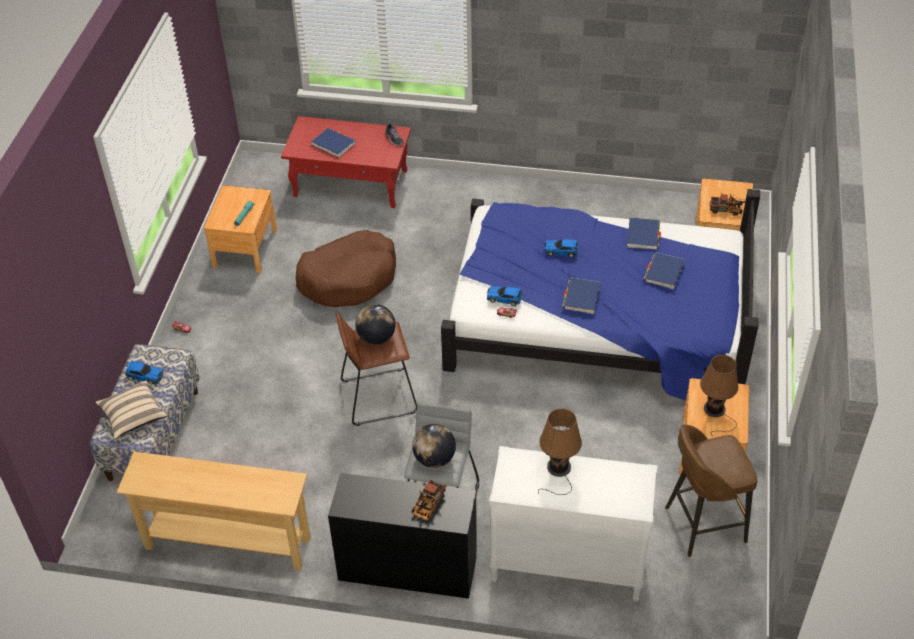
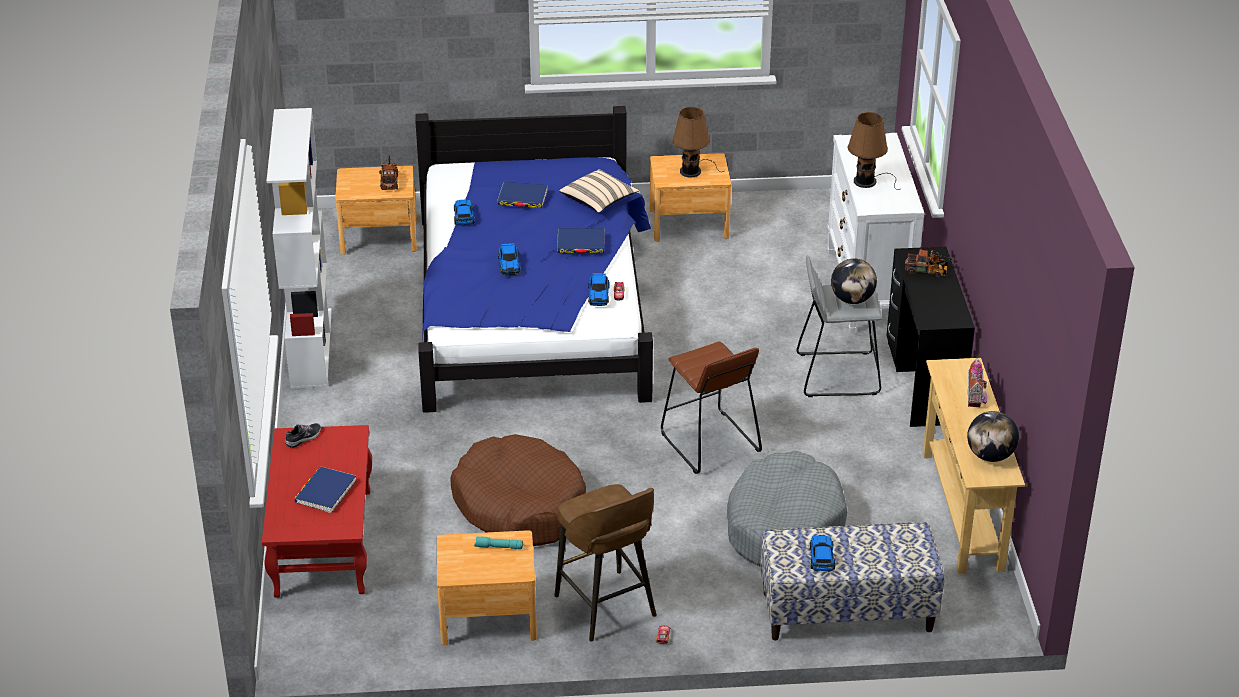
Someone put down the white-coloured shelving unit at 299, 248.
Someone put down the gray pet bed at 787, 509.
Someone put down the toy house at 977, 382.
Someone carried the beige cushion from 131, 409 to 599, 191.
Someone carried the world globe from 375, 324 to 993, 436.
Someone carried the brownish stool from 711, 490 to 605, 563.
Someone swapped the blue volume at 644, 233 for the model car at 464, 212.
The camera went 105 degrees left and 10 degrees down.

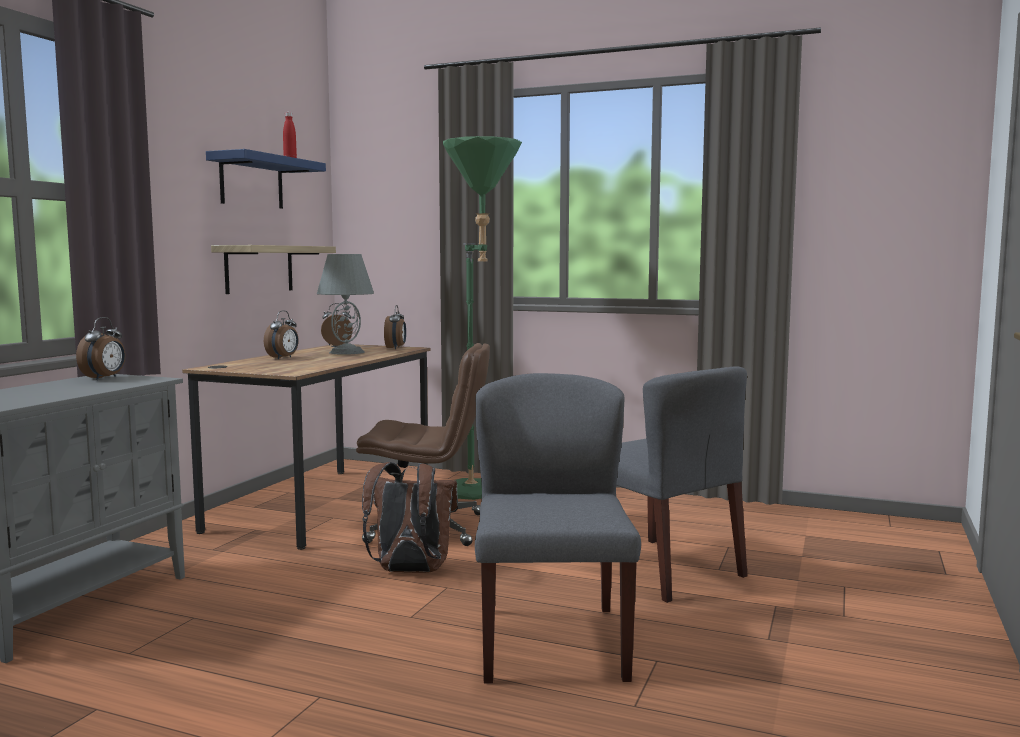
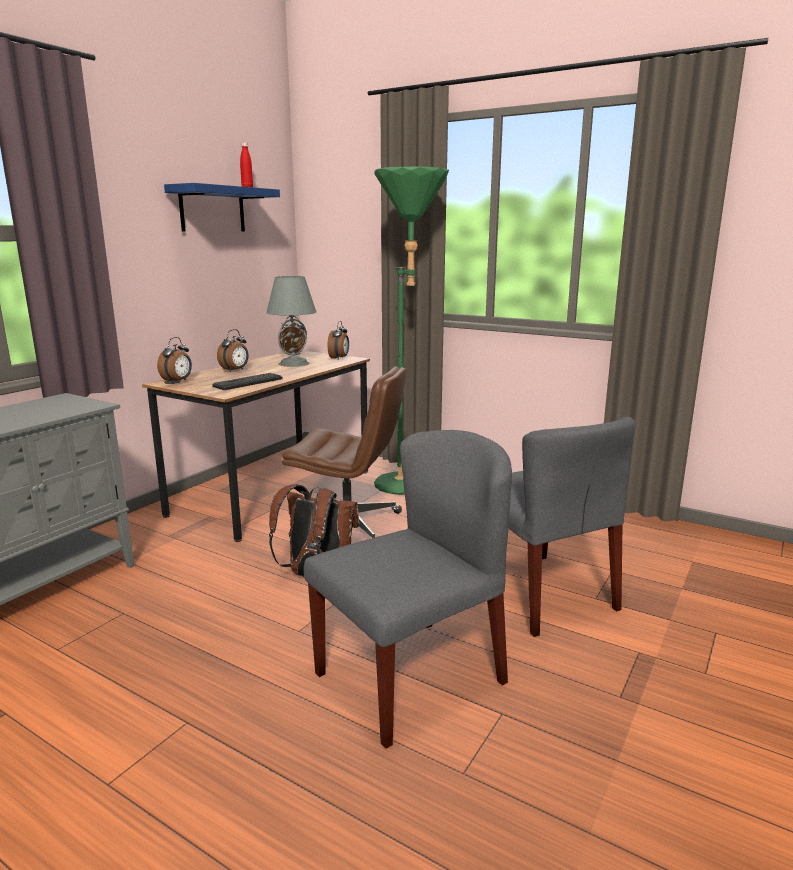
Someone took away the wall shelf at 273, 269.
Someone put down the computer keyboard at 247, 381.
Someone carried the bedside clock from 100, 348 to 174, 360.
Someone rotated the gray plain chair at 558, 528 by 45 degrees clockwise.
The camera went 10 degrees right and 10 degrees up.

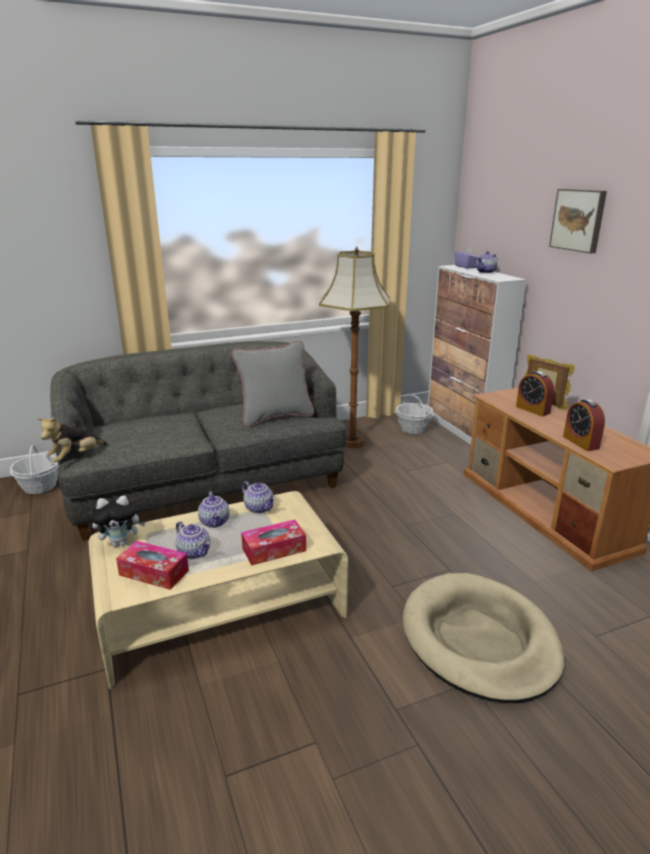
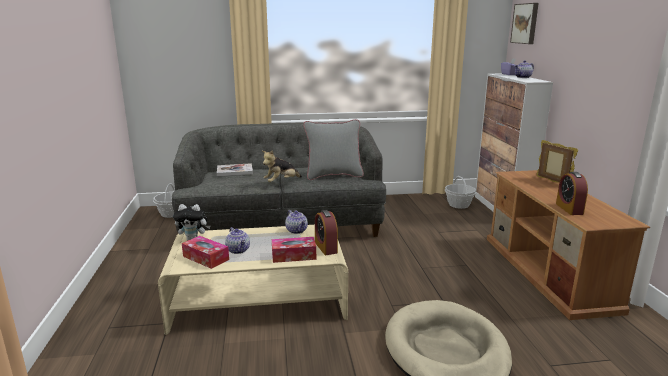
Someone took away the teapot at 214, 509.
Someone took away the standard lamp at 354, 347.
Someone put down the volume at 235, 170.
Someone carried the plush toy from 72, 439 to 282, 166.
Someone carried the bedside clock from 535, 393 to 326, 232.
Someone carried the wall picture from 578, 221 to 524, 23.
The camera went 15 degrees right and 5 degrees down.

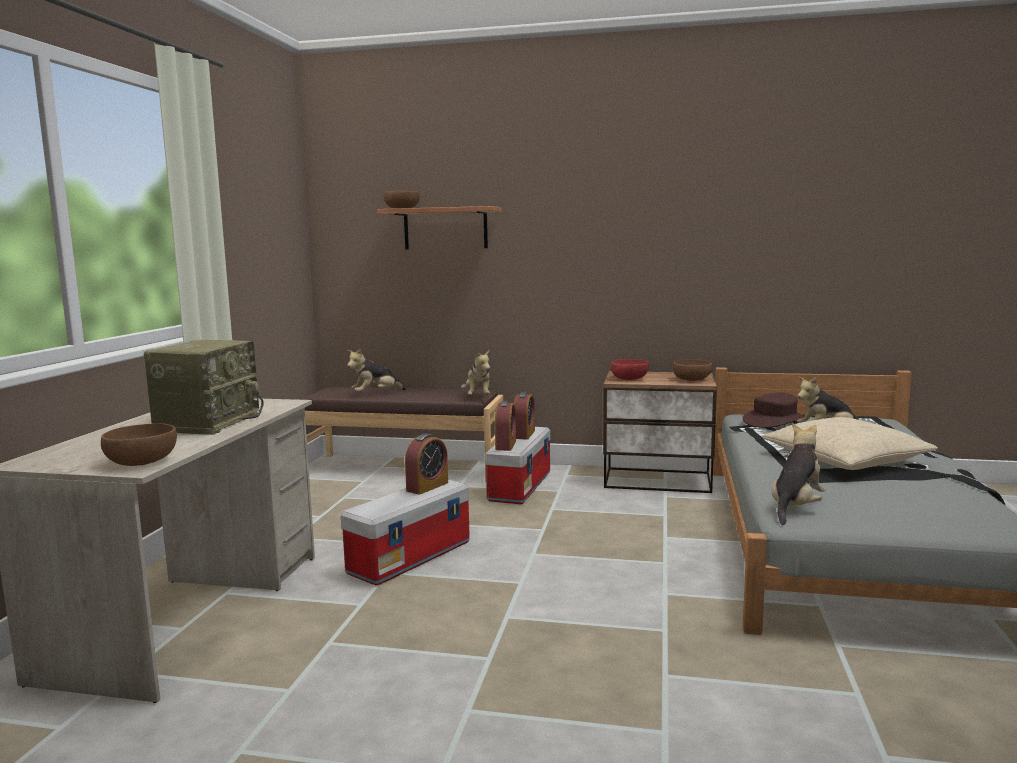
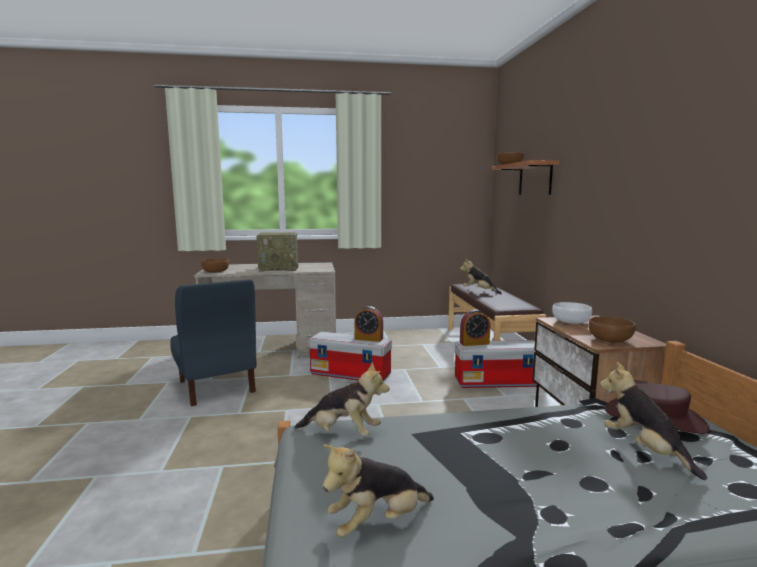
Someone took away the bedside clock at 524, 415.
Someone took away the beige cushion at 850, 443.
Someone put down the blue plain chair at 213, 342.
Someone carried the plush toy from 475, 372 to 378, 491.
Someone repainted the red deep dish at 630, 369, which became the white-coloured deep dish at 572, 313.
The camera went 70 degrees right and 0 degrees up.

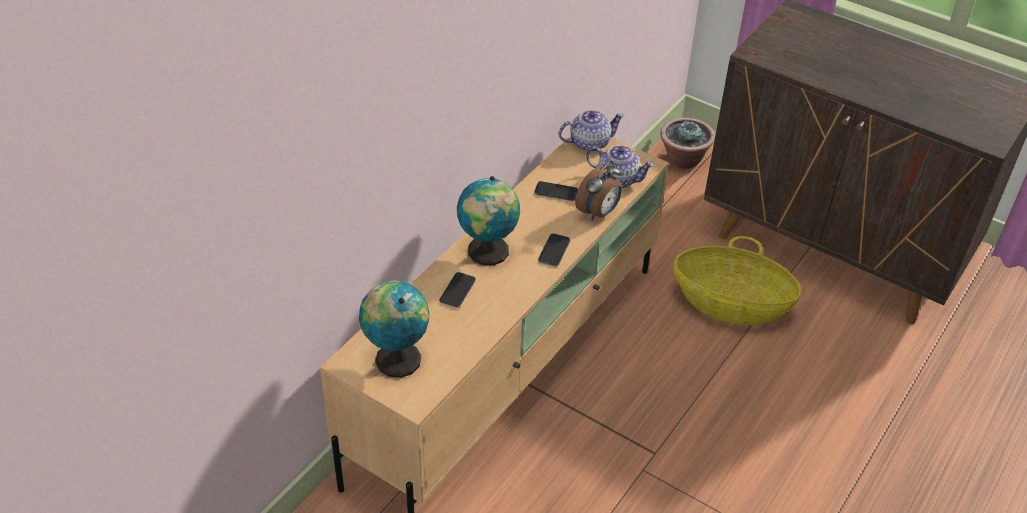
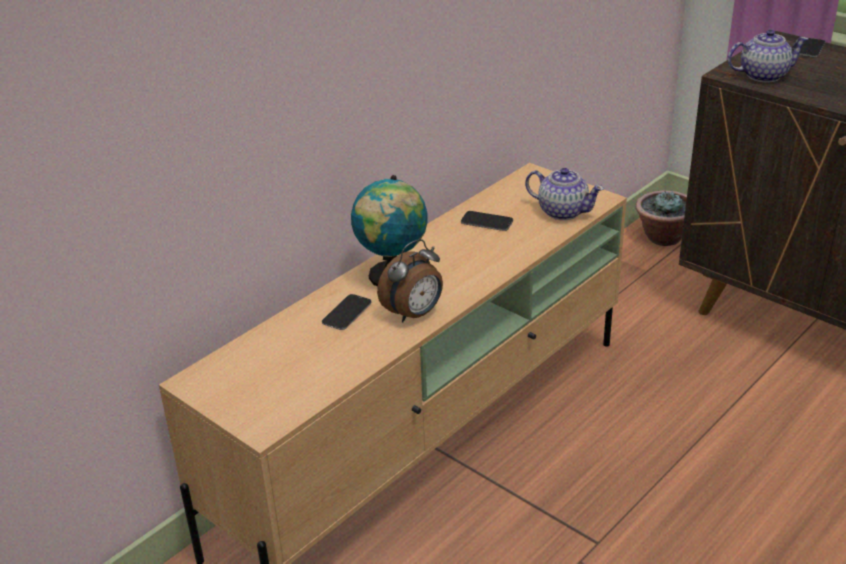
Someone took away the world globe at 394, 329.
Someone took away the basket at 737, 280.
Someone carried the phone from 554, 250 to 812, 48.
Someone carried the teapot from 592, 131 to 767, 56.
Someone carried the bedside clock from 598, 190 to 410, 280.
The camera went 10 degrees right and 10 degrees down.

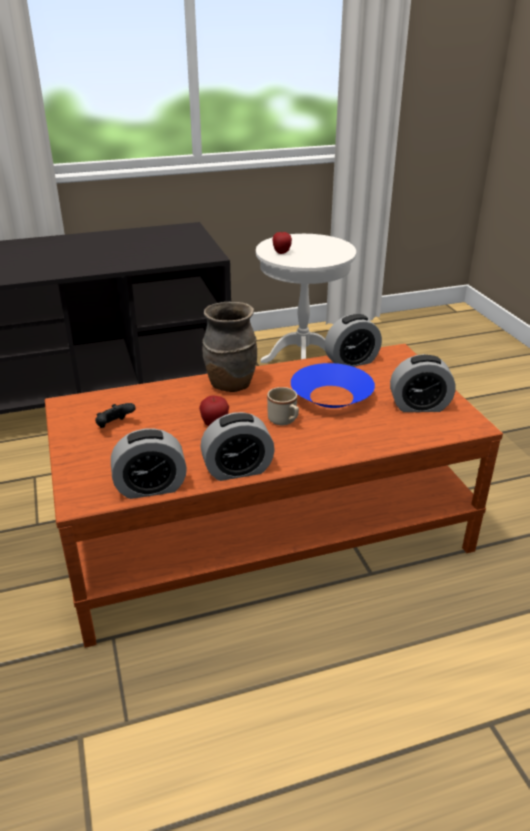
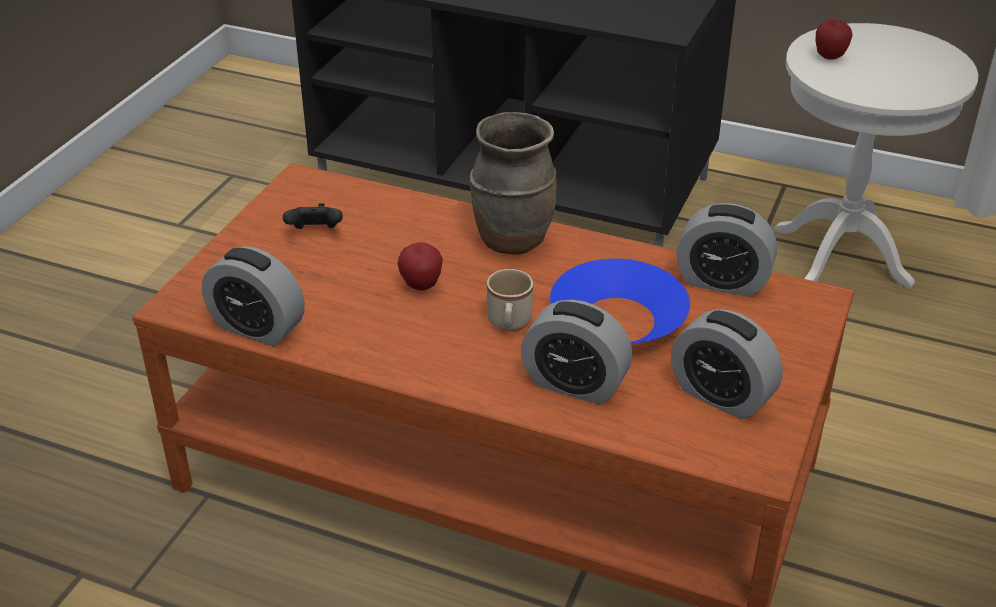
Someone carried the bedside clock from 237, 446 to 576, 352.
The camera went 40 degrees right and 5 degrees up.

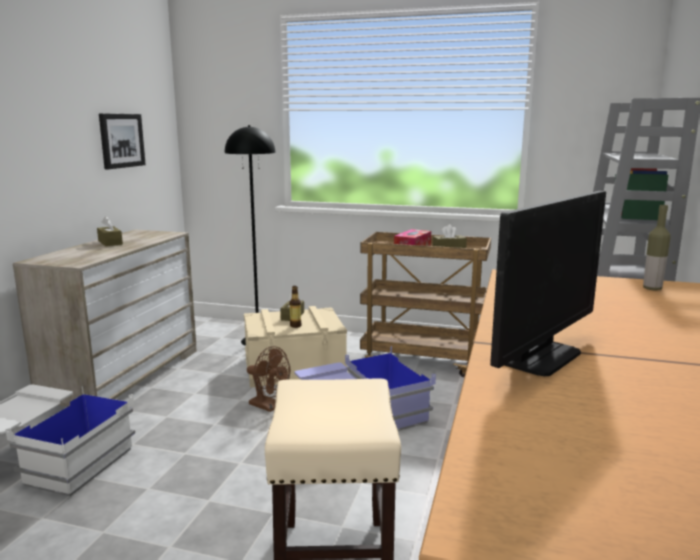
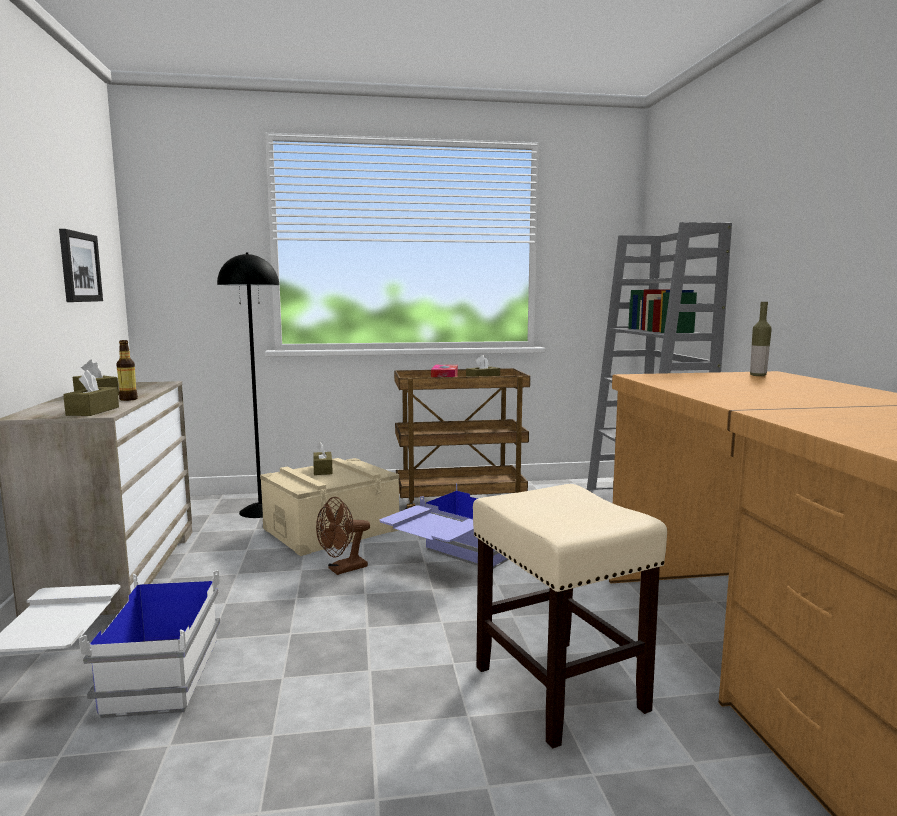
Someone took away the computer display at 548, 283.
Someone put down the brownish tissue holder at 91, 393.
Someone carried the drink bottle from 295, 307 to 127, 370.
Someone rotated the brownish cooling fan at 268, 379 by 135 degrees clockwise.
The camera went 25 degrees left and 5 degrees down.

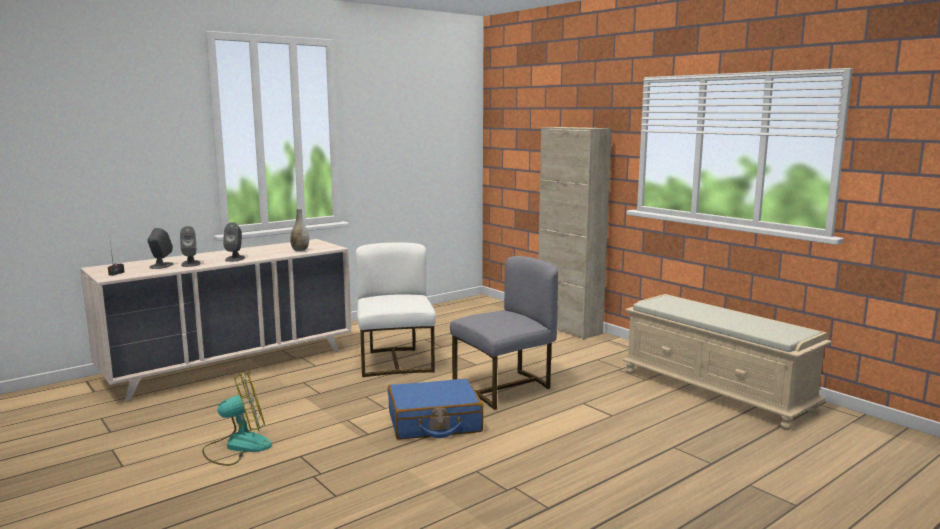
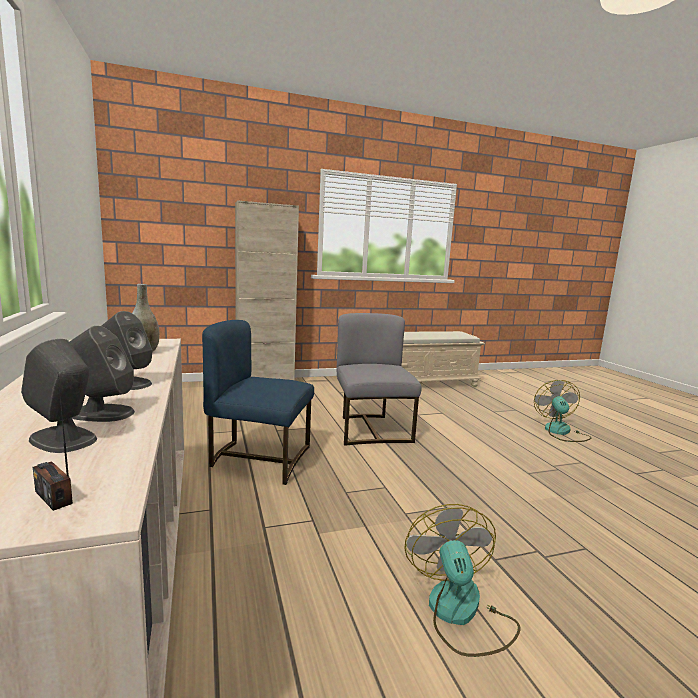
Someone took away the blue suitcase at 435, 409.
Someone put down the cooling fan at 563, 411.
Someone repainted the white-coloured plain chair at 396, 309, which became the blue plain chair at 258, 402.
The camera went 70 degrees left and 0 degrees up.

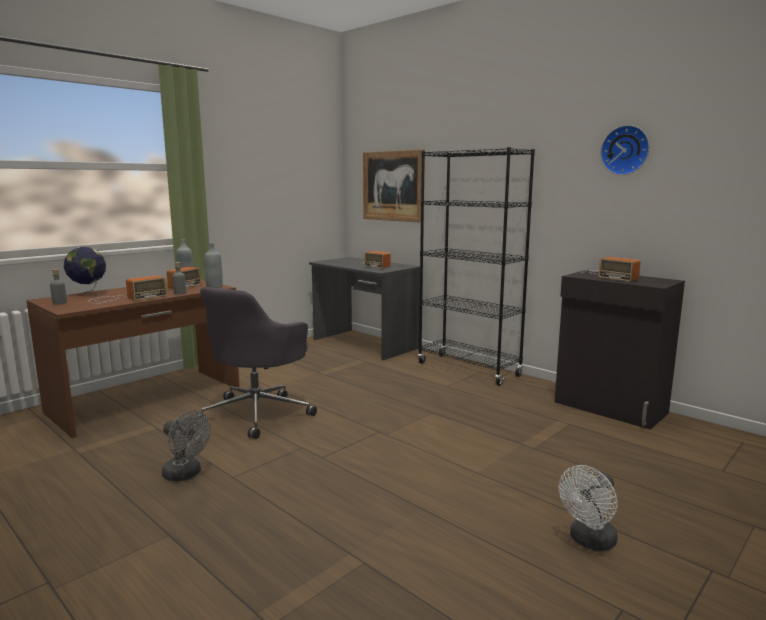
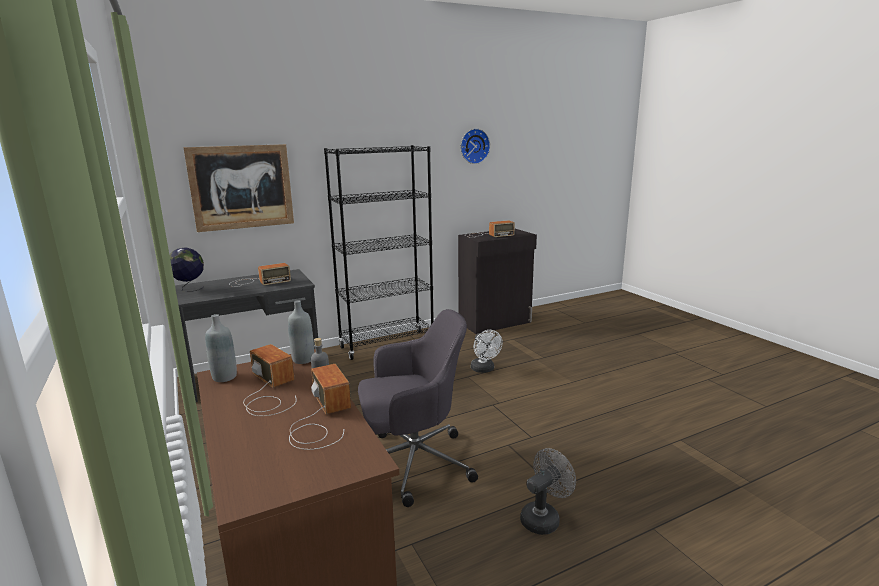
Someone took away the gray drink bottle at 58, 287.
Someone carried the world globe from 85, 271 to 187, 270.
Someone carried the white-coloured cooling fan from 588, 508 to 487, 351.
Someone rotated the gray computer chair at 256, 363 by 60 degrees counterclockwise.
The camera went 70 degrees left and 5 degrees up.

